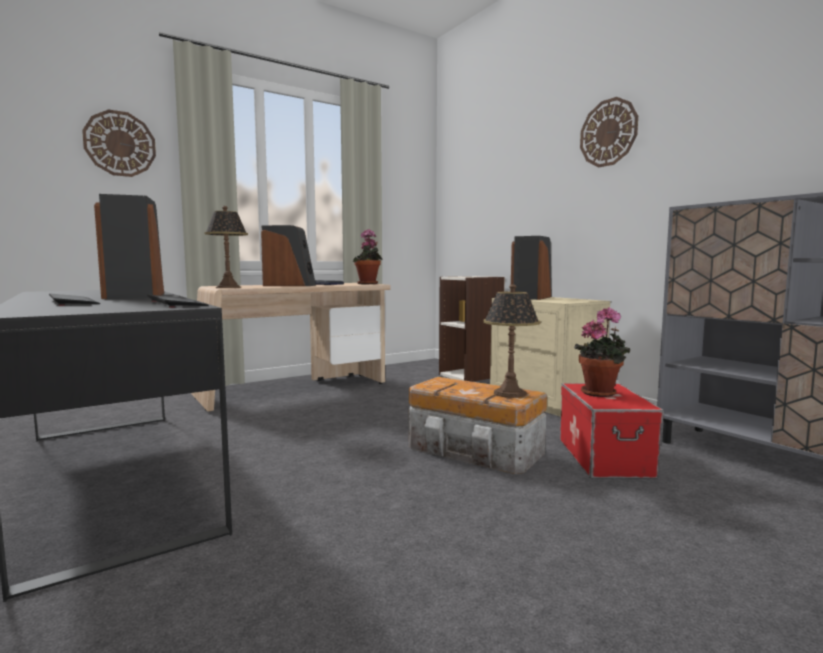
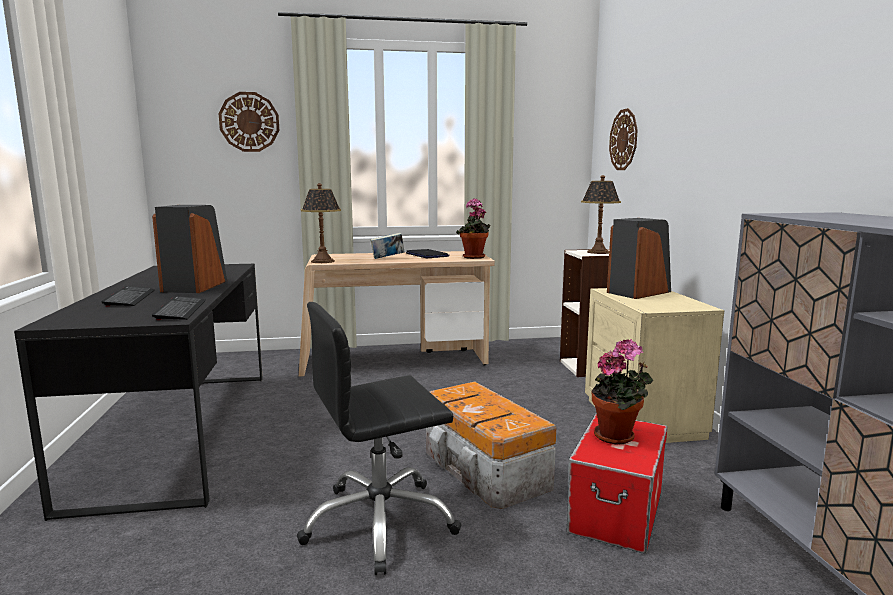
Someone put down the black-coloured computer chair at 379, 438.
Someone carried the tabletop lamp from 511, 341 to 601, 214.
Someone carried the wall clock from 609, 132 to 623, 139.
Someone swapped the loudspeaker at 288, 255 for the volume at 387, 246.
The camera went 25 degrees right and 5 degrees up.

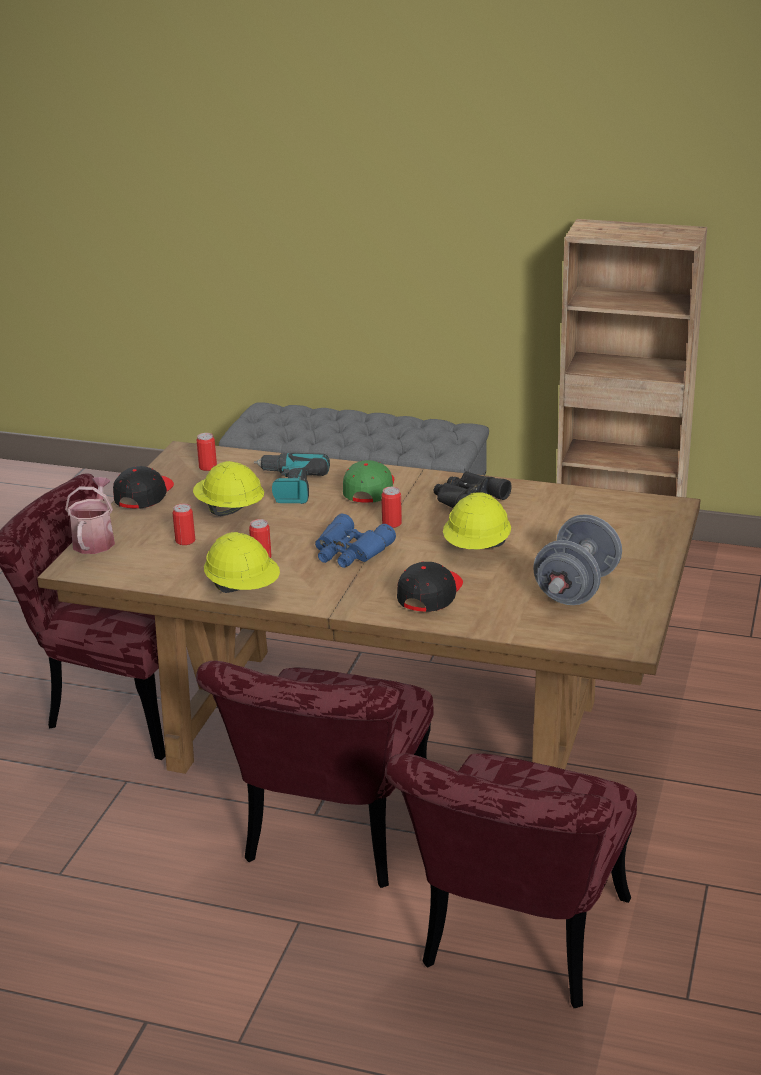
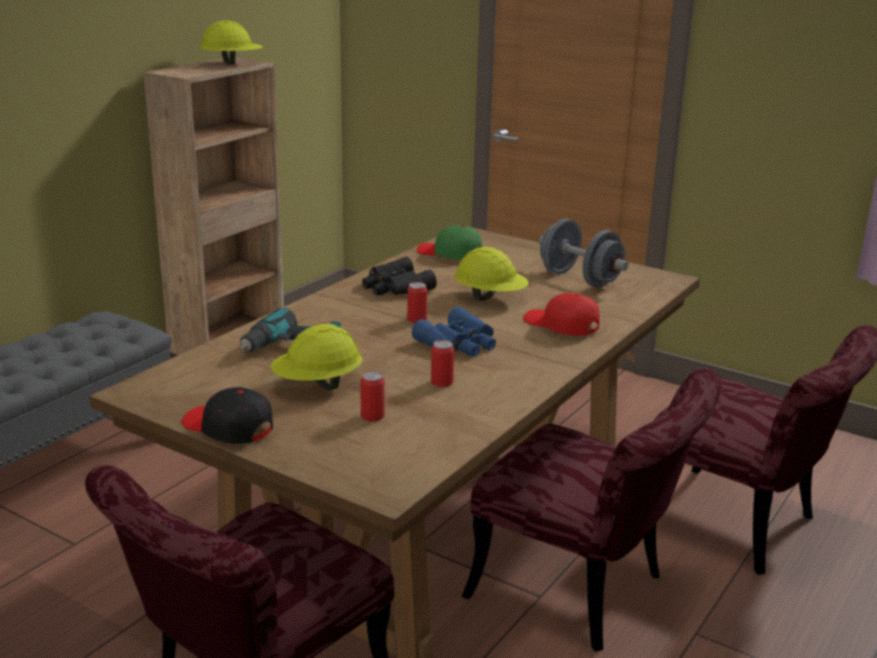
Someone took away the watering pot at 90, 515.
Someone took away the sealed can at 207, 452.
Someone carried the yellowish work helmet from 242, 562 to 231, 42.
Someone carried the green peaked cap from 368, 481 to 449, 242.
Someone repainted the black-coloured peaked cap at 430, 587, which became the red peaked cap at 561, 314.
The camera went 75 degrees left and 5 degrees down.

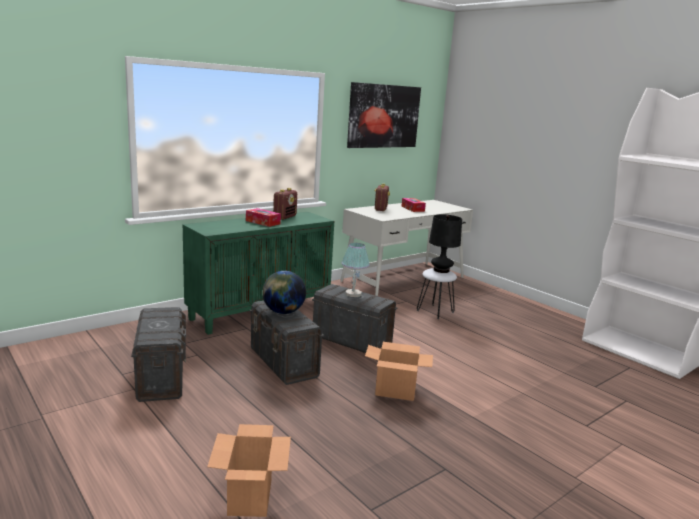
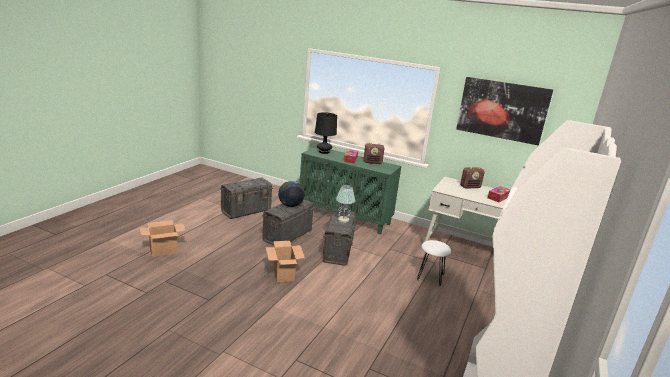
Someone carried the black-coloured tabletop lamp from 445, 243 to 326, 133.
The camera went 65 degrees right and 5 degrees up.

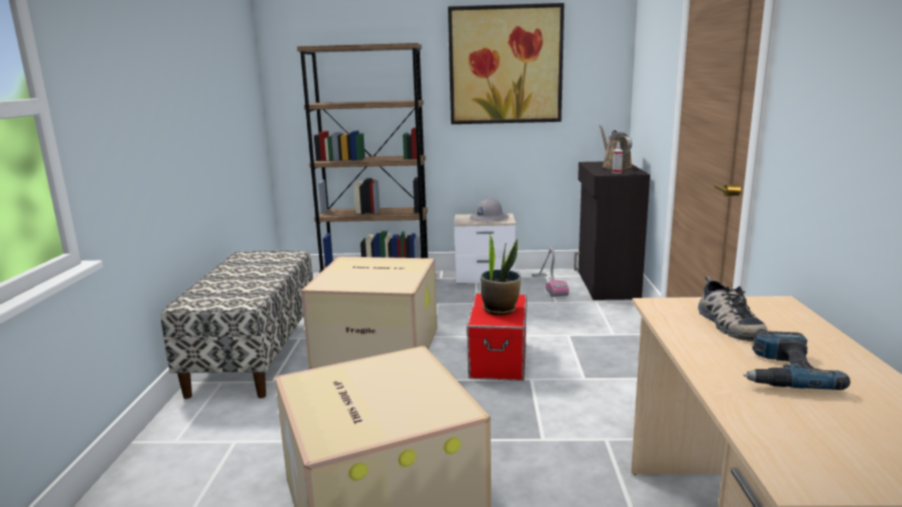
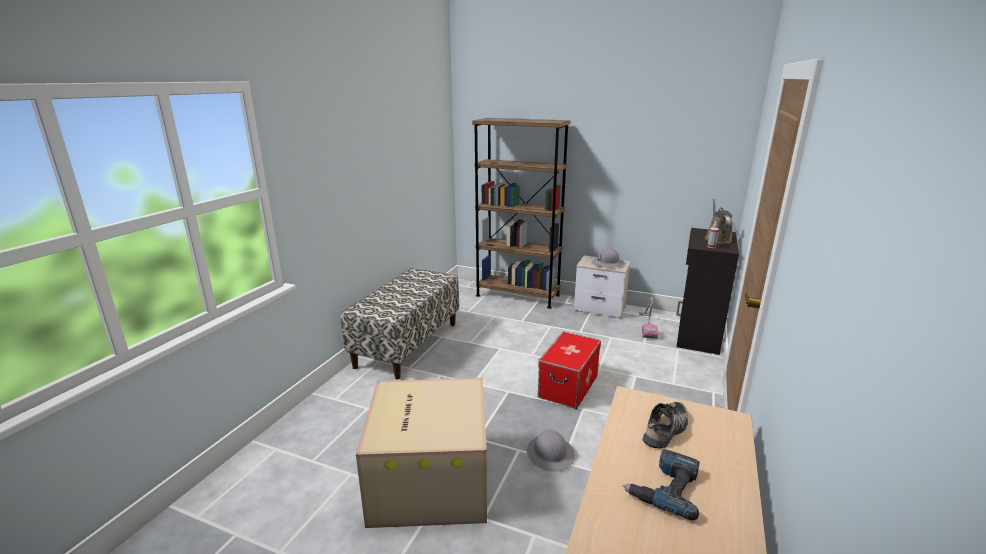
Someone took away the packing box at 369, 312.
Someone took away the wall picture at 506, 63.
Someone took away the plant in a pot at 501, 274.
Someone put down the gray work helmet at 551, 450.
Someone rotated the low shoe at 733, 309 by 150 degrees counterclockwise.
The camera went 20 degrees right and 5 degrees up.

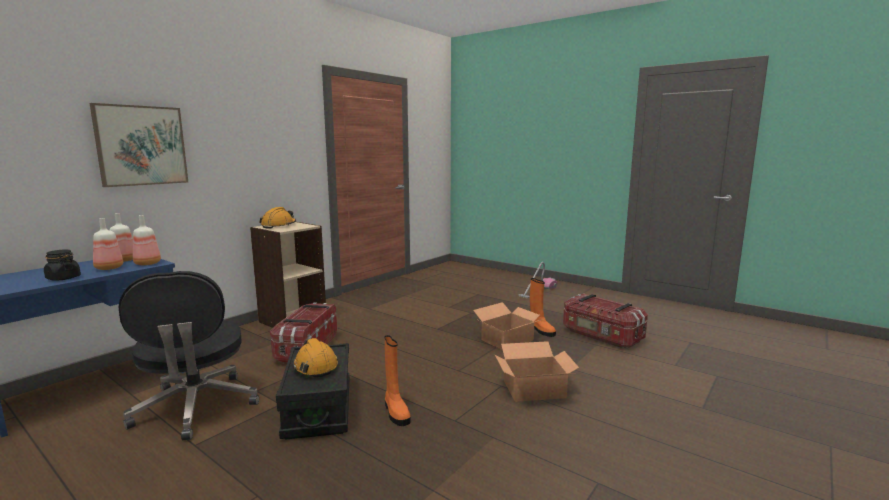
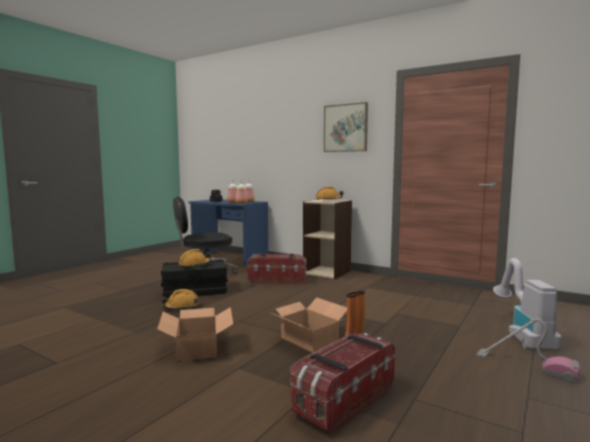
Someone put down the hoover at 527, 303.
Someone carried the wall picture from 139, 145 to 346, 127.
Someone swapped the orange-coloured high-top boot at 397, 380 for the orange-coloured work helmet at 180, 299.
The camera went 85 degrees right and 5 degrees down.

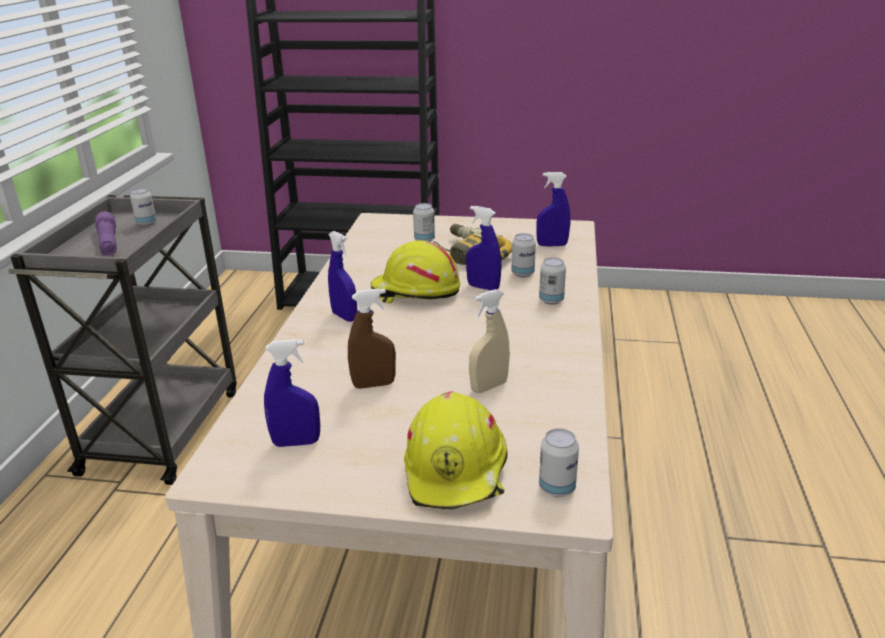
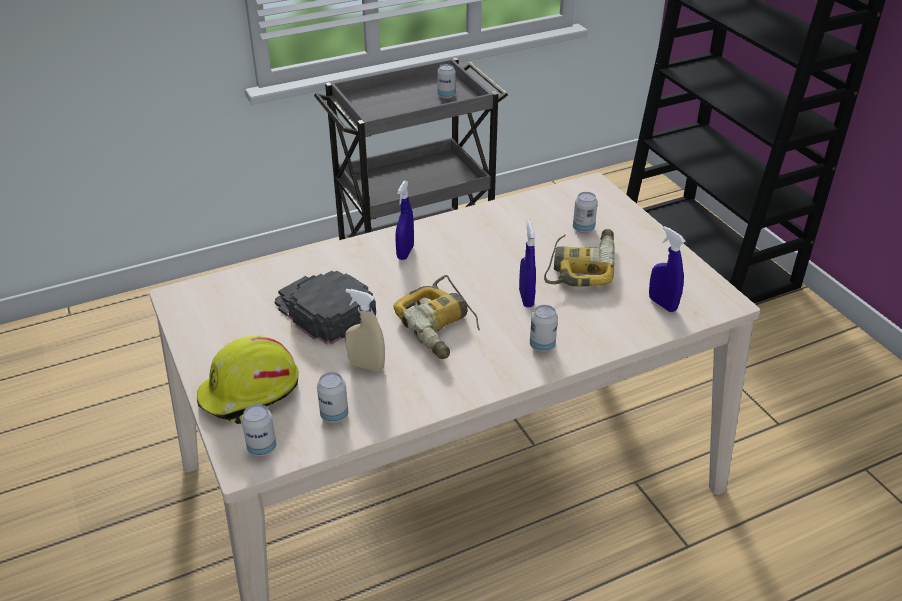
Someone took away the purple-coloured torch at 106, 233.
Someone took away the blue spray bottle at 292, 393.
Someone took away the yellowish work helmet at 415, 272.
Someone put down the drill at 437, 317.
Someone carried the sealed can from 523, 255 to 332, 397.
Someone swapped the brownish spray bottle at 372, 338 for the black-coloured peaked cap at 325, 308.
The camera went 55 degrees right and 10 degrees up.

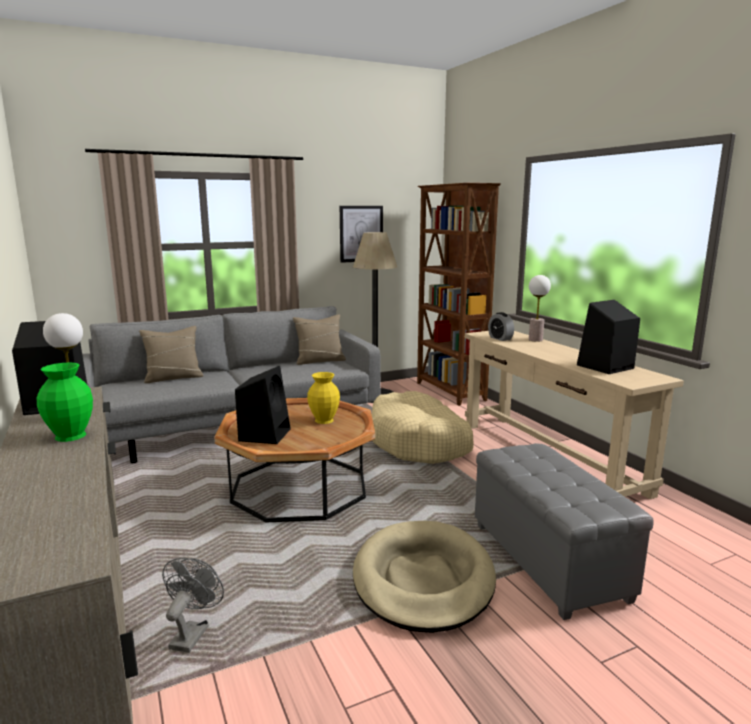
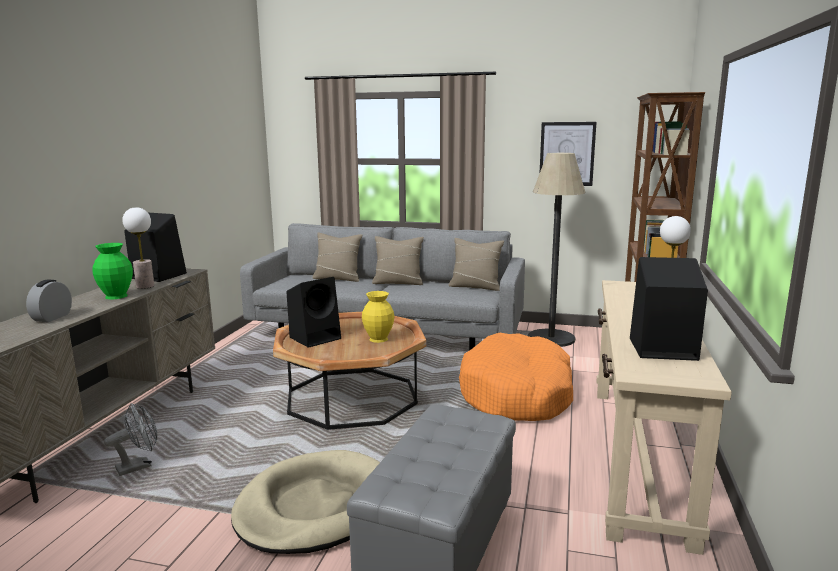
Someone put down the beige cushion at 398, 260.
Someone carried the bedside clock from 501, 326 to 49, 301.
Someone repainted the beige pet bed at 422, 427, which became the orange-coloured pet bed at 516, 377.
The camera went 40 degrees right and 0 degrees up.

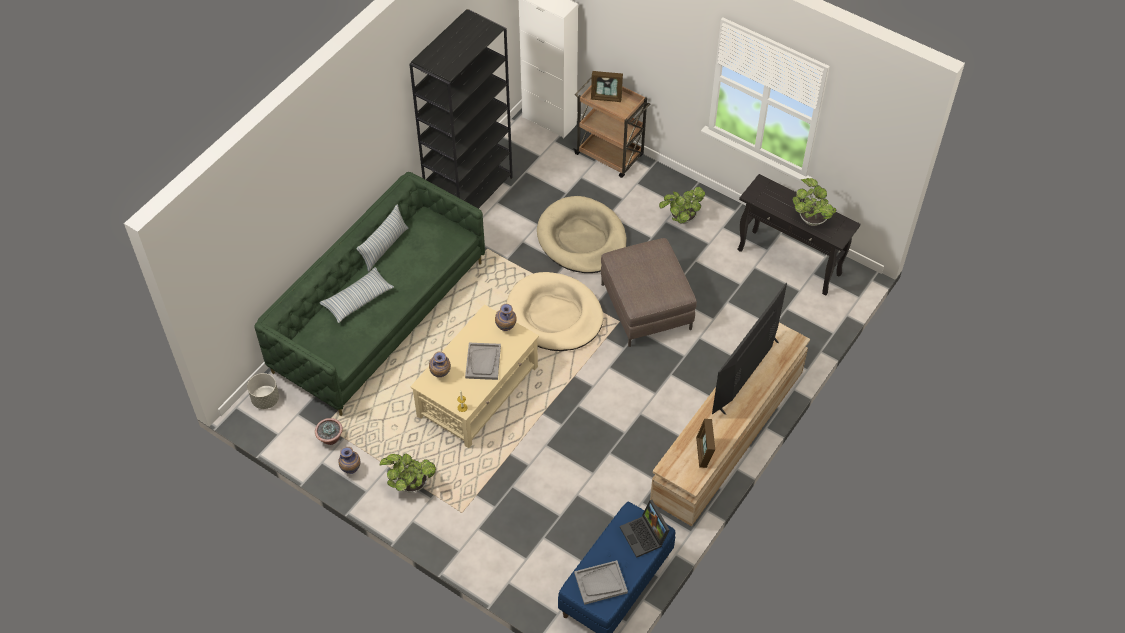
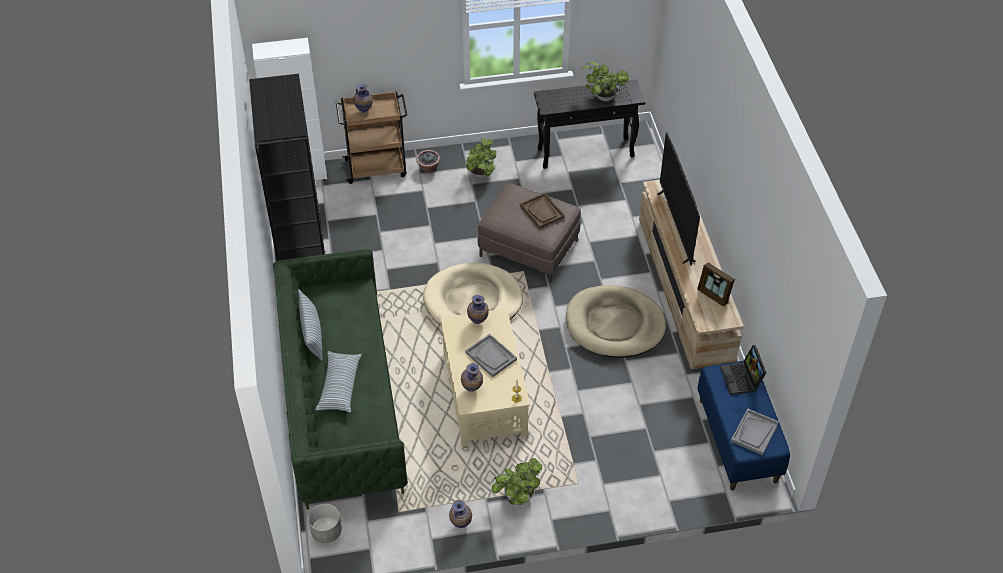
Someone put down the brownish tray at 542, 210.
Someone carried the plant in a pot from 329, 431 to 428, 161.
Someone carried the beige pet bed from 582, 234 to 616, 321.
Someone swapped the picture frame at 607, 86 for the decorative vase at 363, 98.
Someone rotated the portable computer at 645, 529 by 60 degrees clockwise.
The camera went 45 degrees left and 5 degrees down.

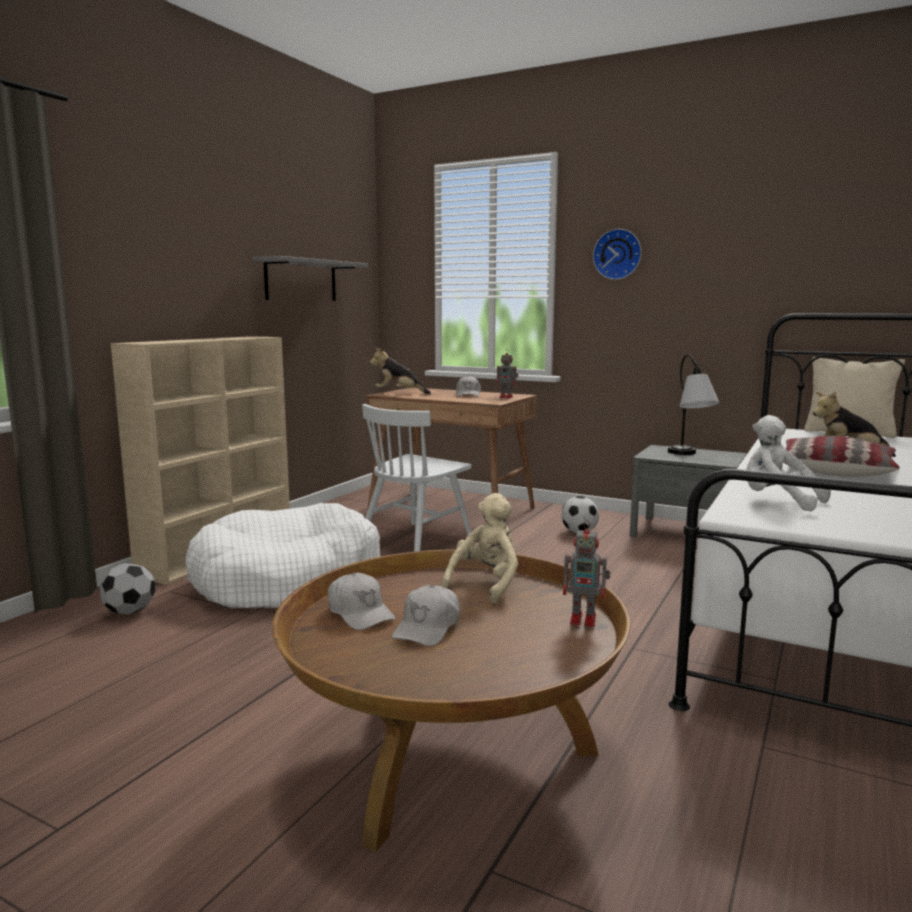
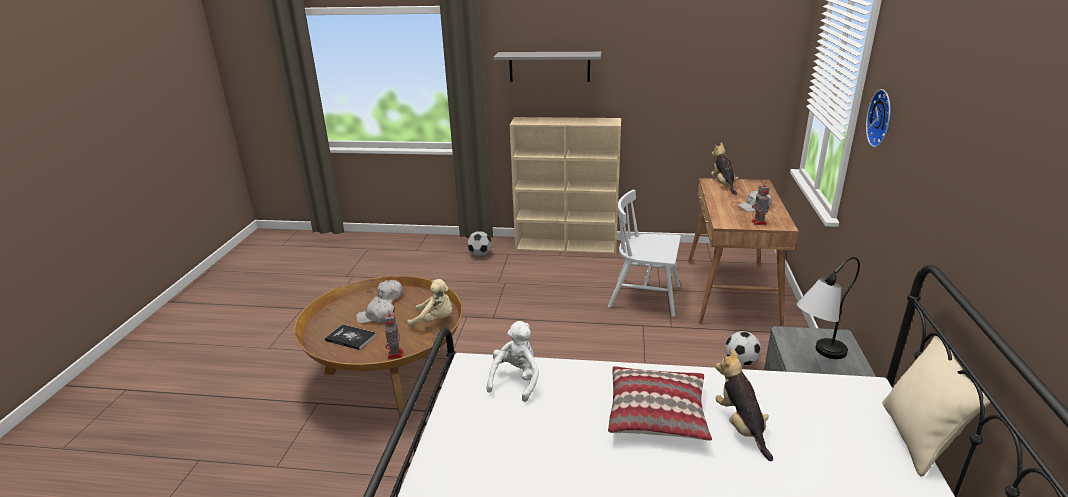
Someone took away the white-coloured pet bed at 282, 555.
Someone put down the volume at 350, 337.
Someone carried the gray wall shelf from 310, 278 to 547, 67.
The camera went 70 degrees right and 15 degrees up.

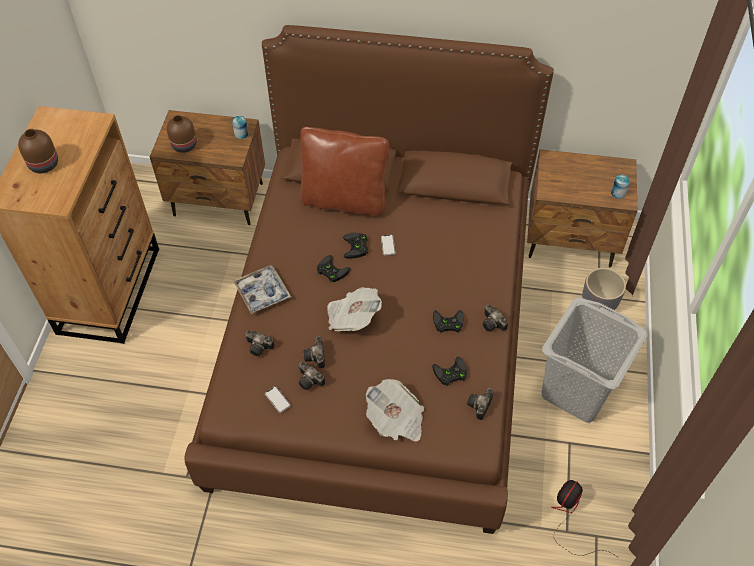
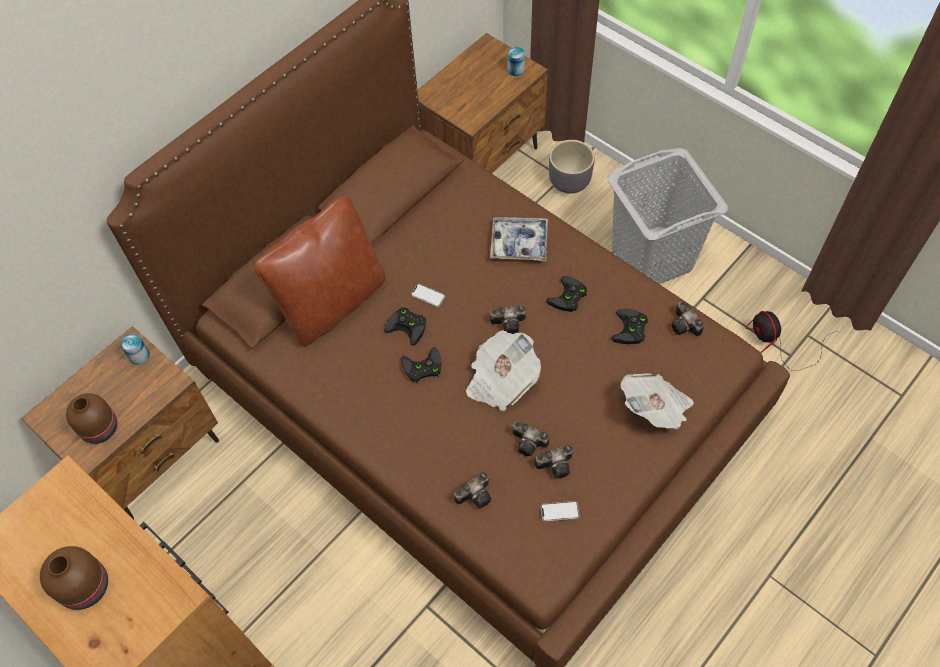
Someone carried the tray from 262, 289 to 519, 239.
Someone carried the still camera from 495, 318 to 508, 320.
The camera went 55 degrees left and 5 degrees up.

